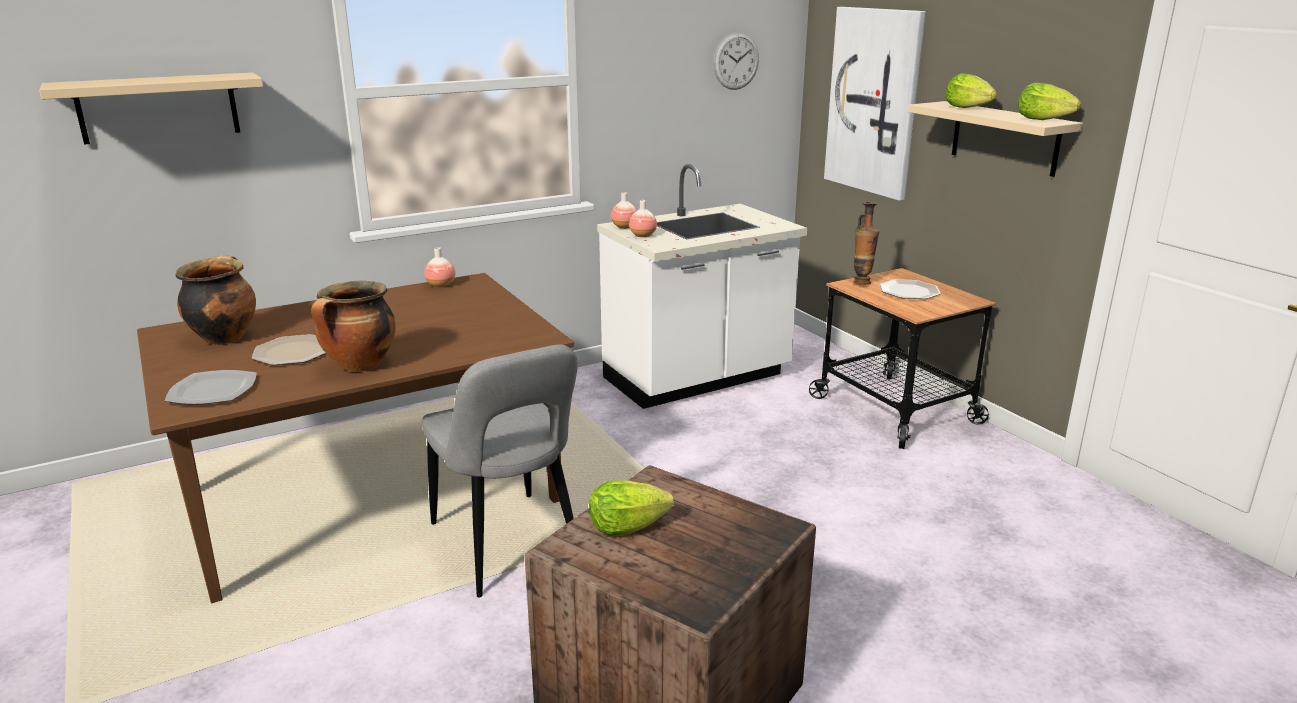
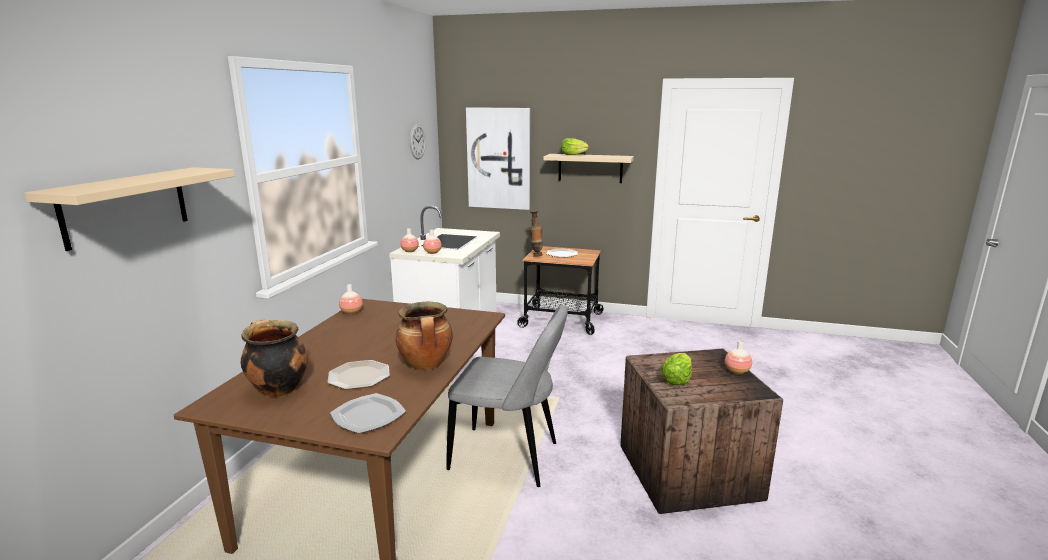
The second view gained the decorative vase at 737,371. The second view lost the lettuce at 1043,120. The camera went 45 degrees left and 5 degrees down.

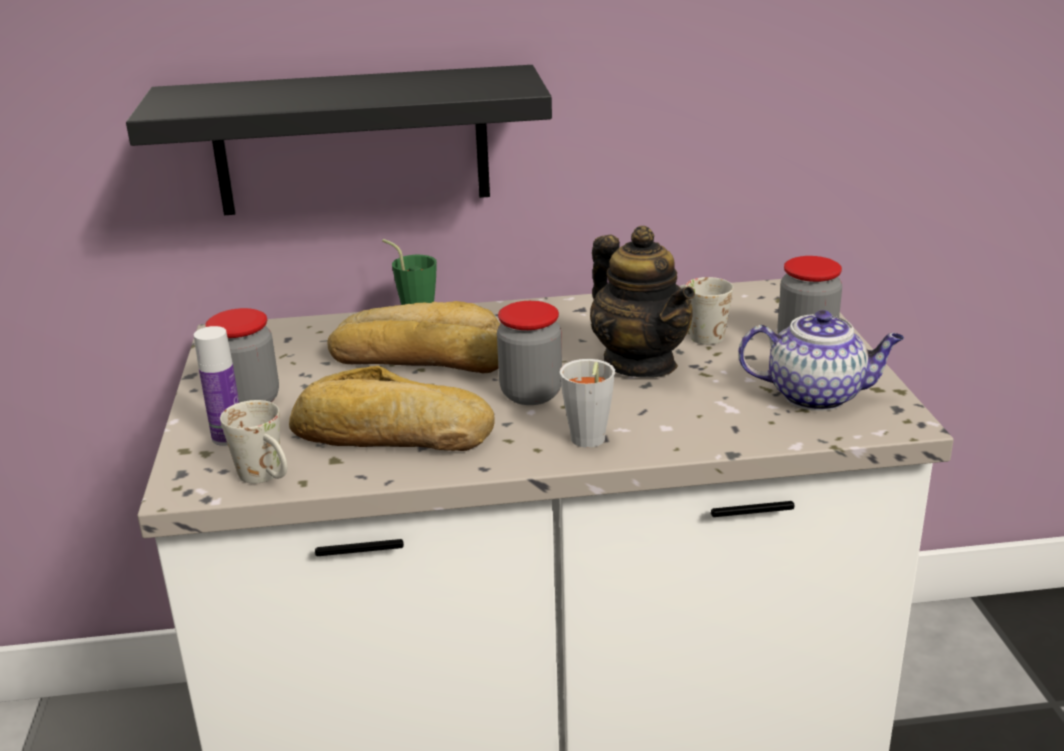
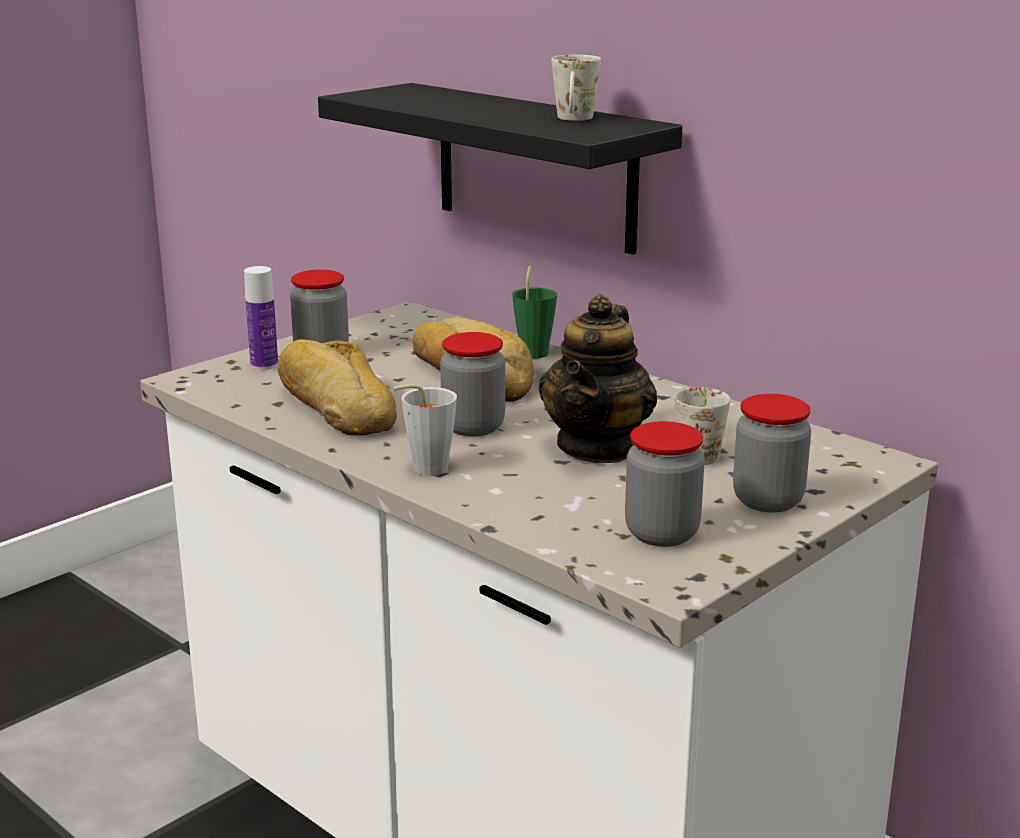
The whitish coffee mug ended up elsewhere, having gone from 267,478 to 574,120. Where the teapot stood at 817,395, the storage jar came to stand at 662,534. The camera went 50 degrees right and 5 degrees down.

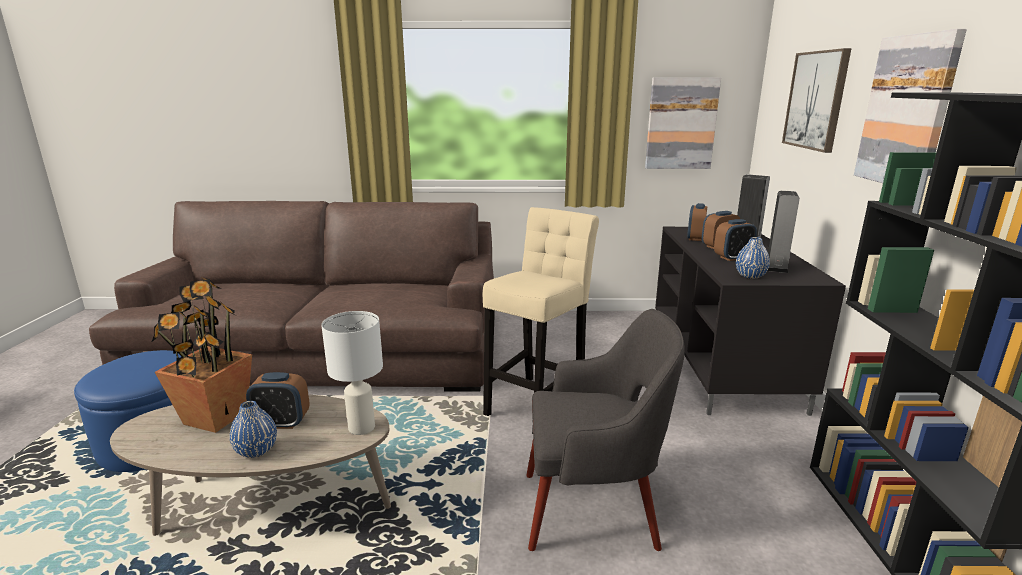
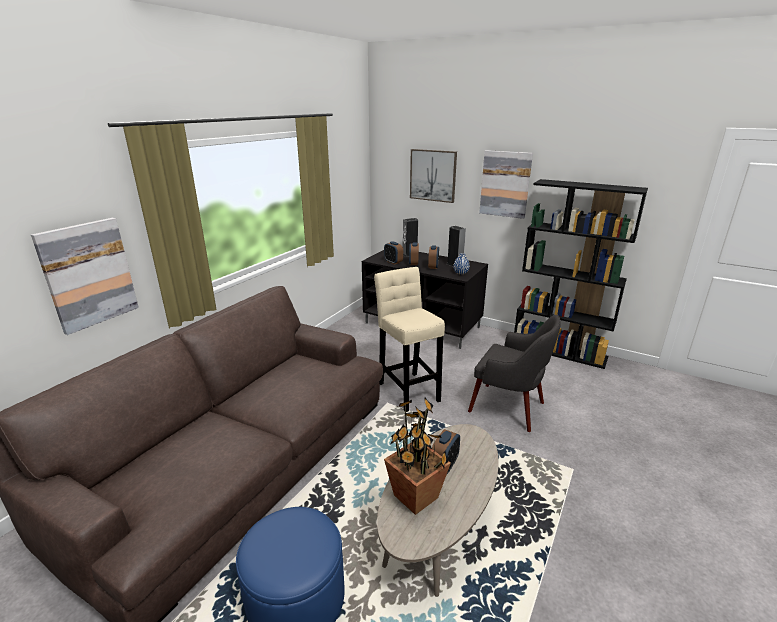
The picture ended up elsewhere, having gone from 681,123 to 88,274. The greyish lounge chair at 592,509 ended up facing another way, 90 degrees clockwise from before. The second view lost the bluish decorative vase at 256,450. The second view lost the whitish tabletop lamp at 362,428. The camera went 60 degrees left and 5 degrees up.

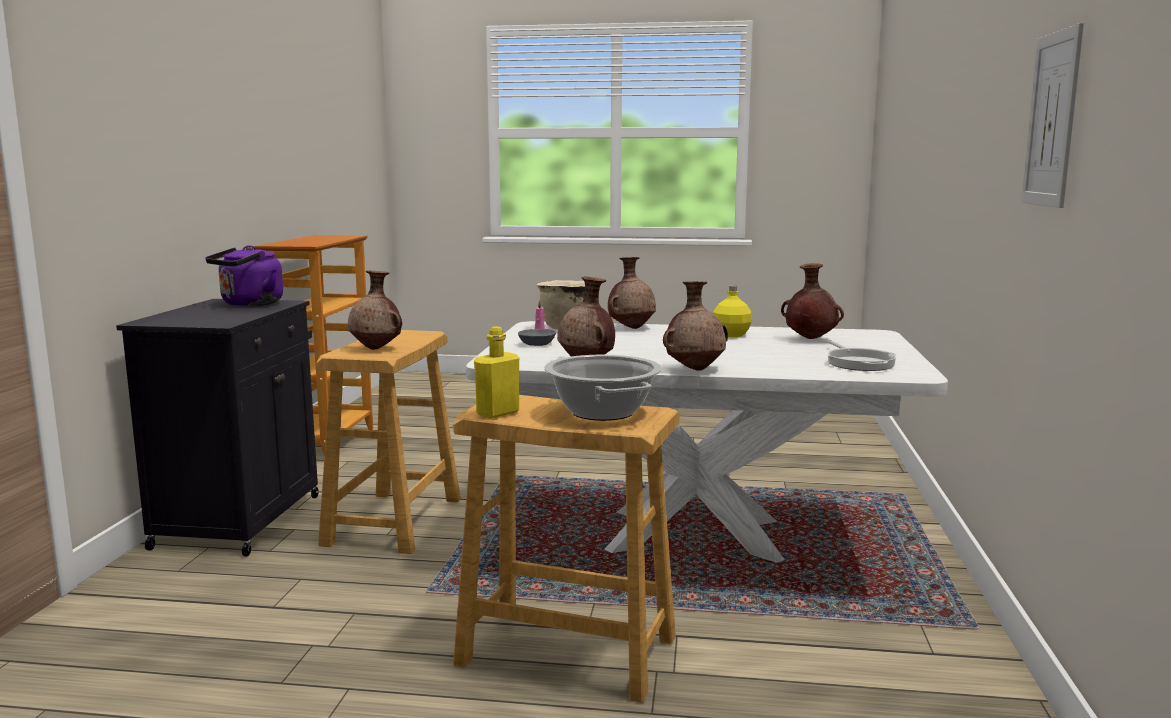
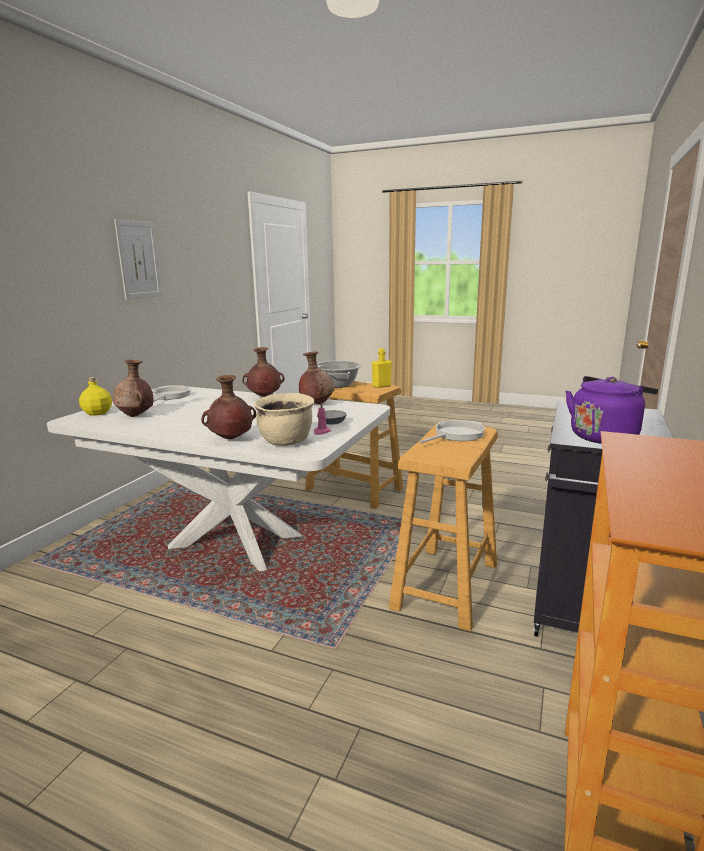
The yellow-coloured bottle ended up elsewhere, having gone from 730,335 to 98,413. Where the brown decorative vase stood at 376,348, the pan came to stand at 456,435. The camera went 165 degrees left and 5 degrees up.

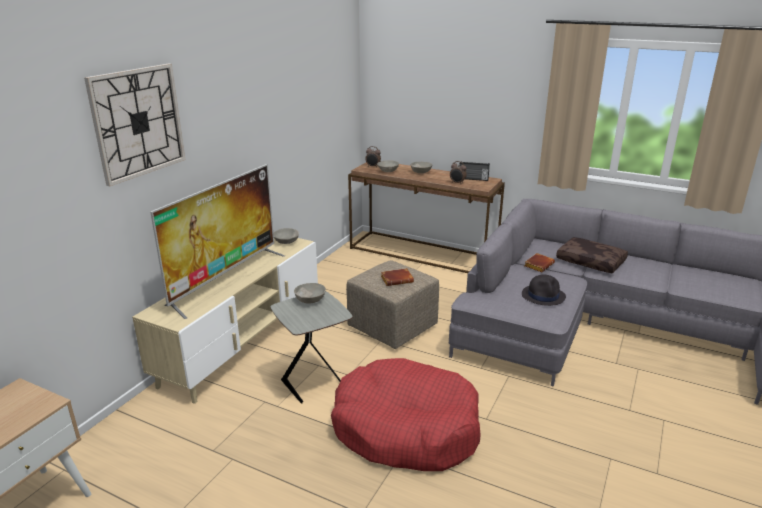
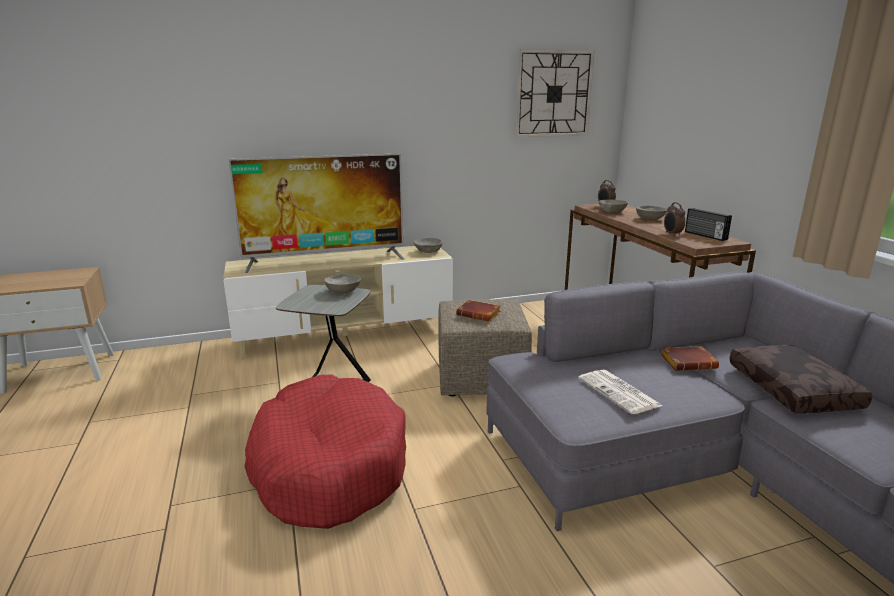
The wall clock ended up elsewhere, having gone from 138,122 to 553,94. Where the black-coloured clothing hat stood at 543,296, the daily paper came to stand at 620,392. The camera went 45 degrees right and 5 degrees down.

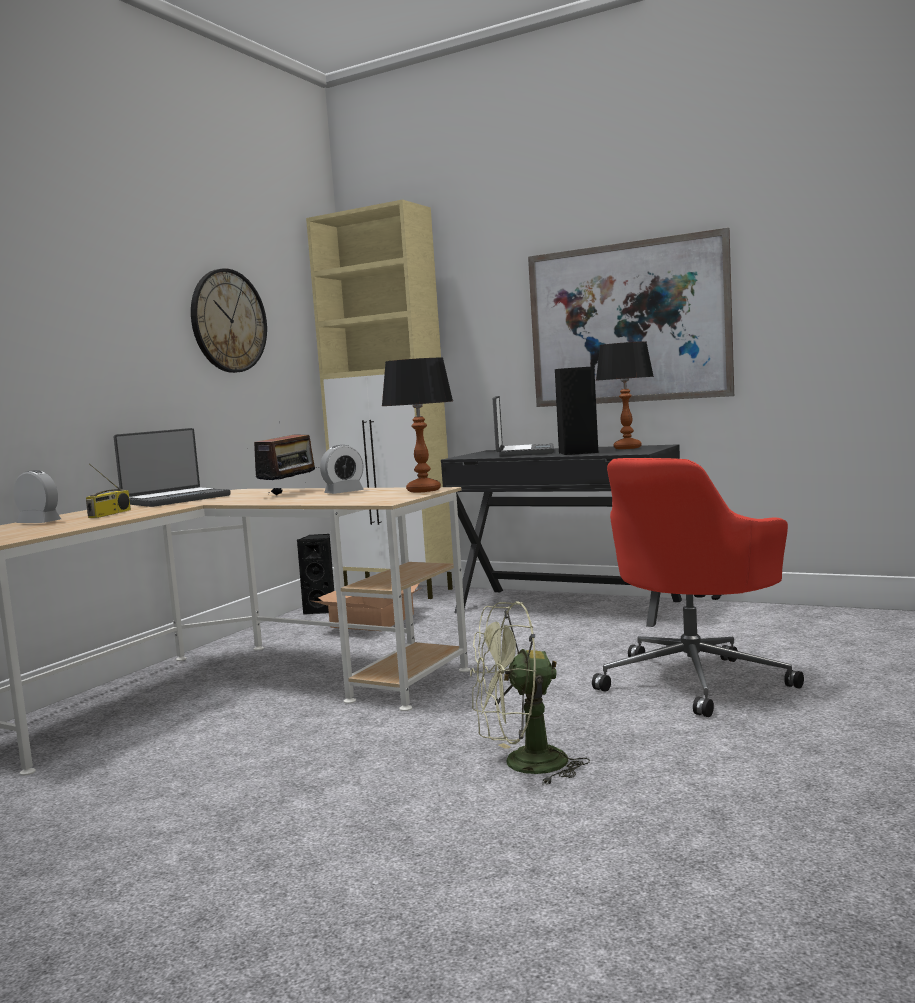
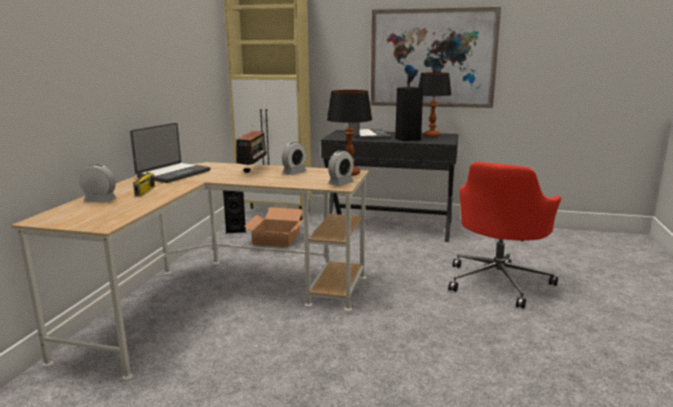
The second view gained the alarm clock at 341,183. The second view lost the wall clock at 228,321. The second view lost the green-coloured cooling fan at 523,766. The camera went 15 degrees left and 10 degrees up.

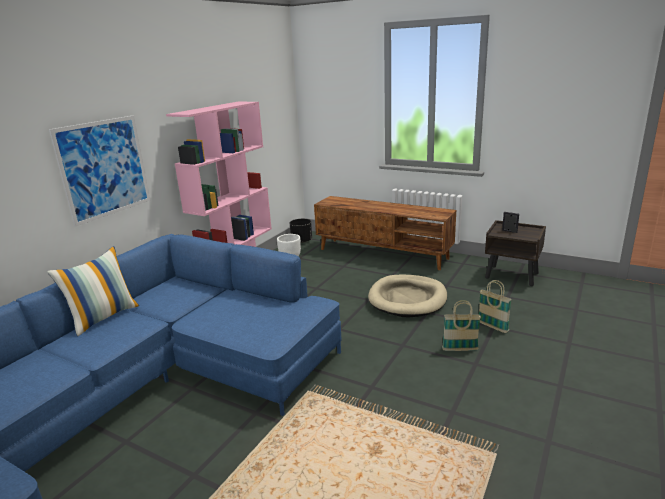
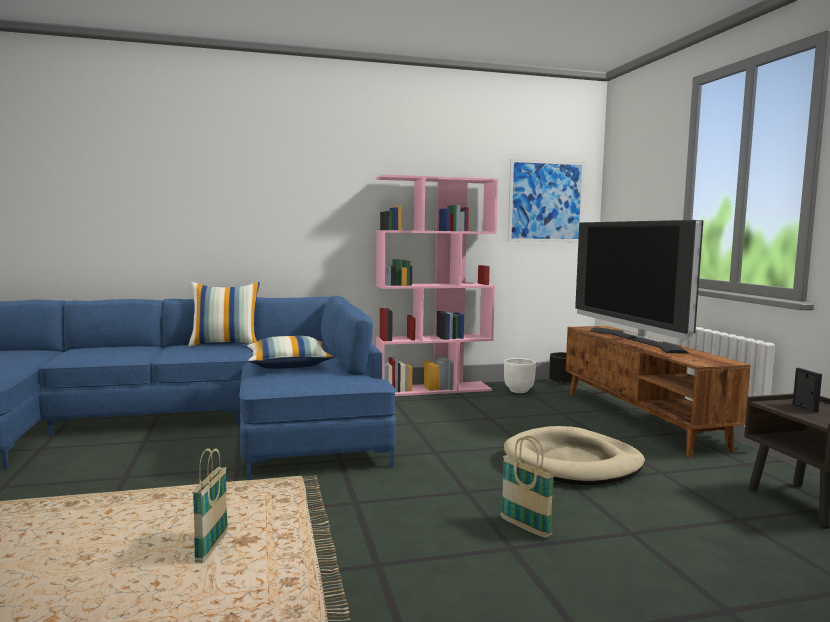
The household basket ended up elsewhere, having gone from 492,327 to 212,547. The second view gained the cushion at 288,365. The picture ended up elsewhere, having gone from 104,168 to 546,201. The second view gained the television at 635,340. The camera went 45 degrees right and 15 degrees down.

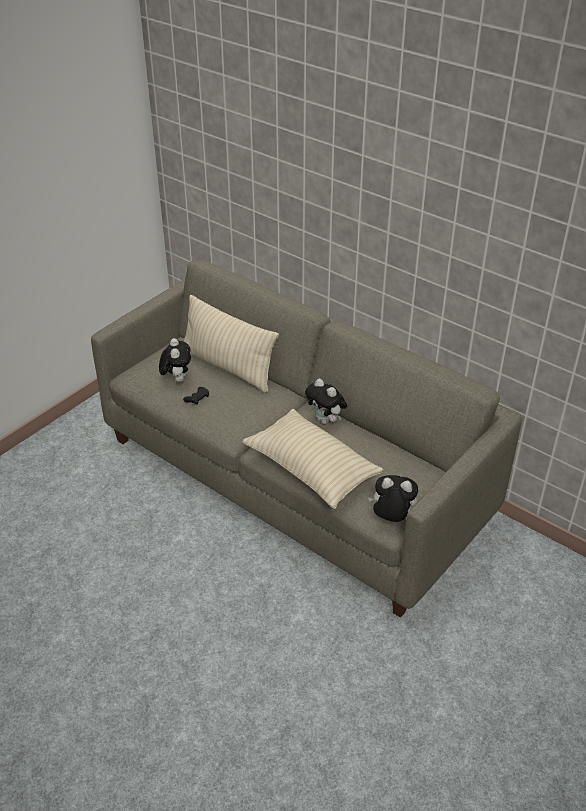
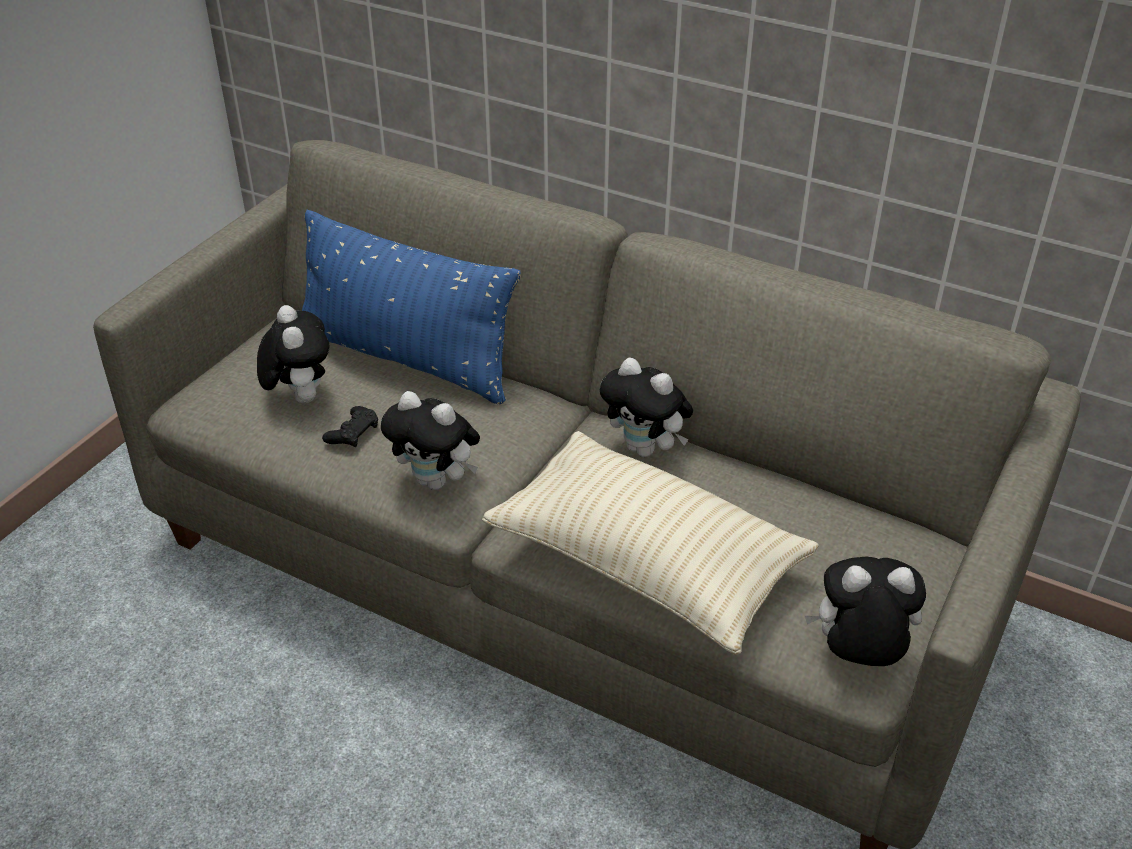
What was the sand-coloured cushion at 228,367 turned into the bluish cushion at 406,360. The second view gained the cuddly toy at 437,481. The camera went 10 degrees left and 0 degrees up.

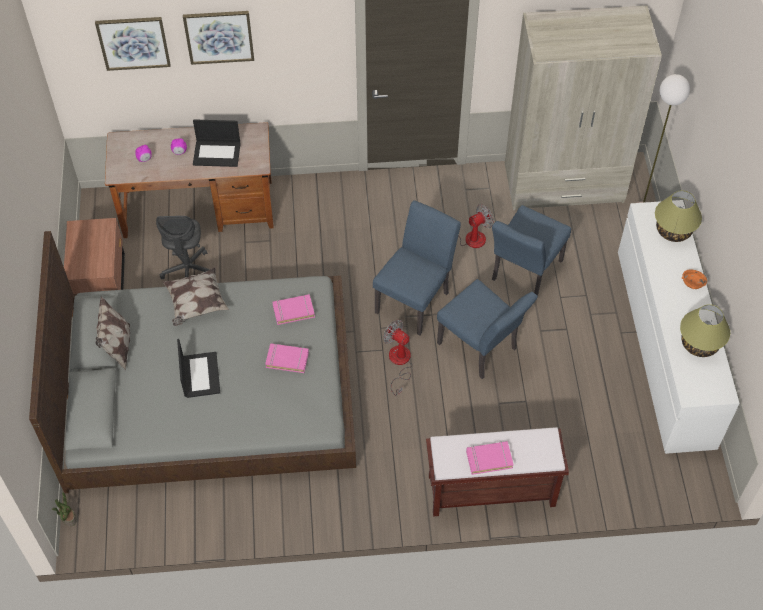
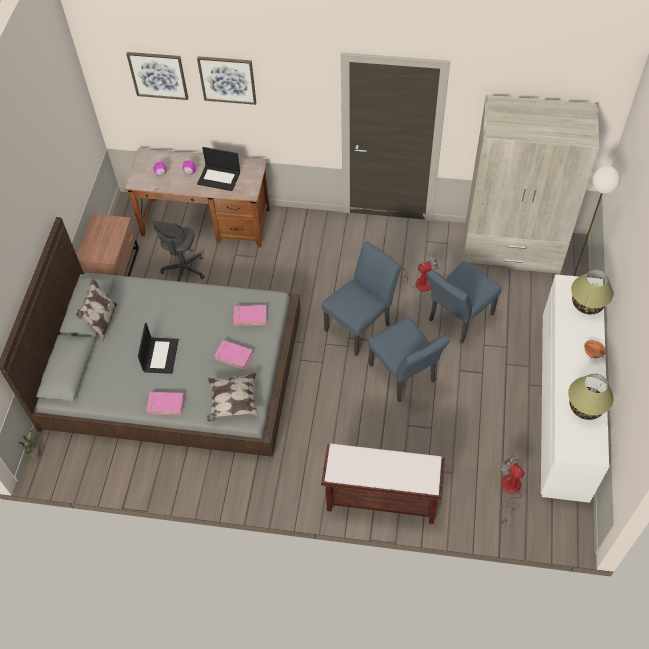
The pinkish bound book ended up elsewhere, having gone from 489,459 to 166,404. The cushion ended up elsewhere, having gone from 196,303 to 233,402. The cooling fan ended up elsewhere, having gone from 399,363 to 509,491. The camera went 15 degrees right and 0 degrees up.

